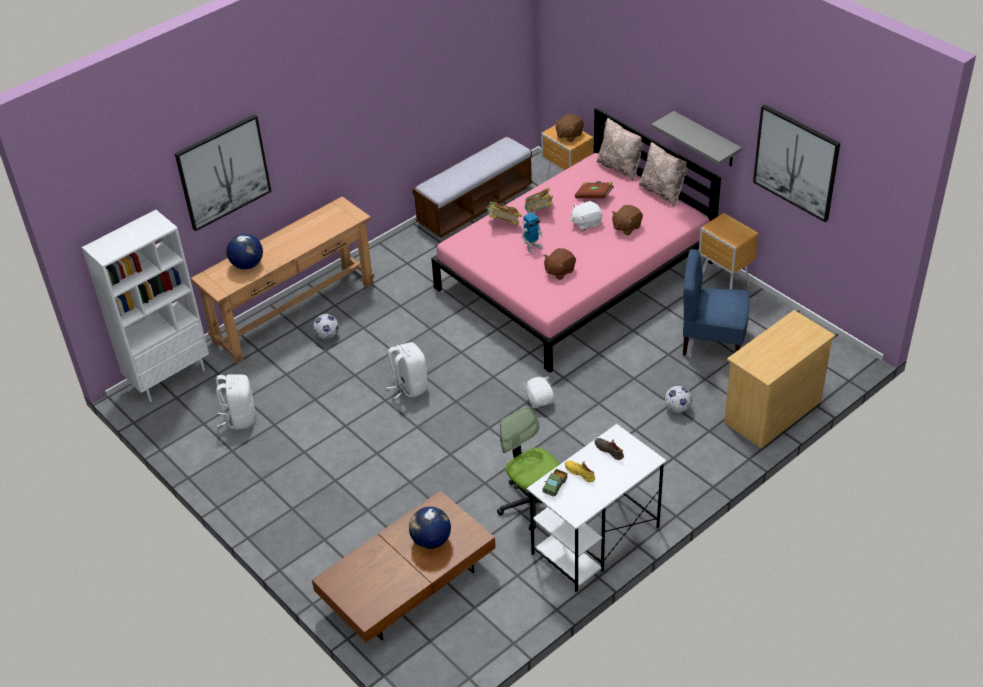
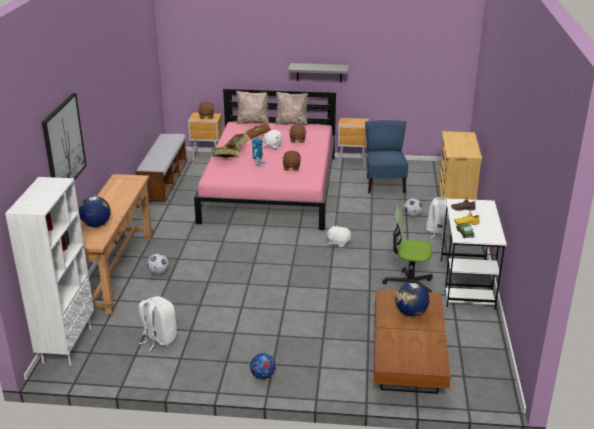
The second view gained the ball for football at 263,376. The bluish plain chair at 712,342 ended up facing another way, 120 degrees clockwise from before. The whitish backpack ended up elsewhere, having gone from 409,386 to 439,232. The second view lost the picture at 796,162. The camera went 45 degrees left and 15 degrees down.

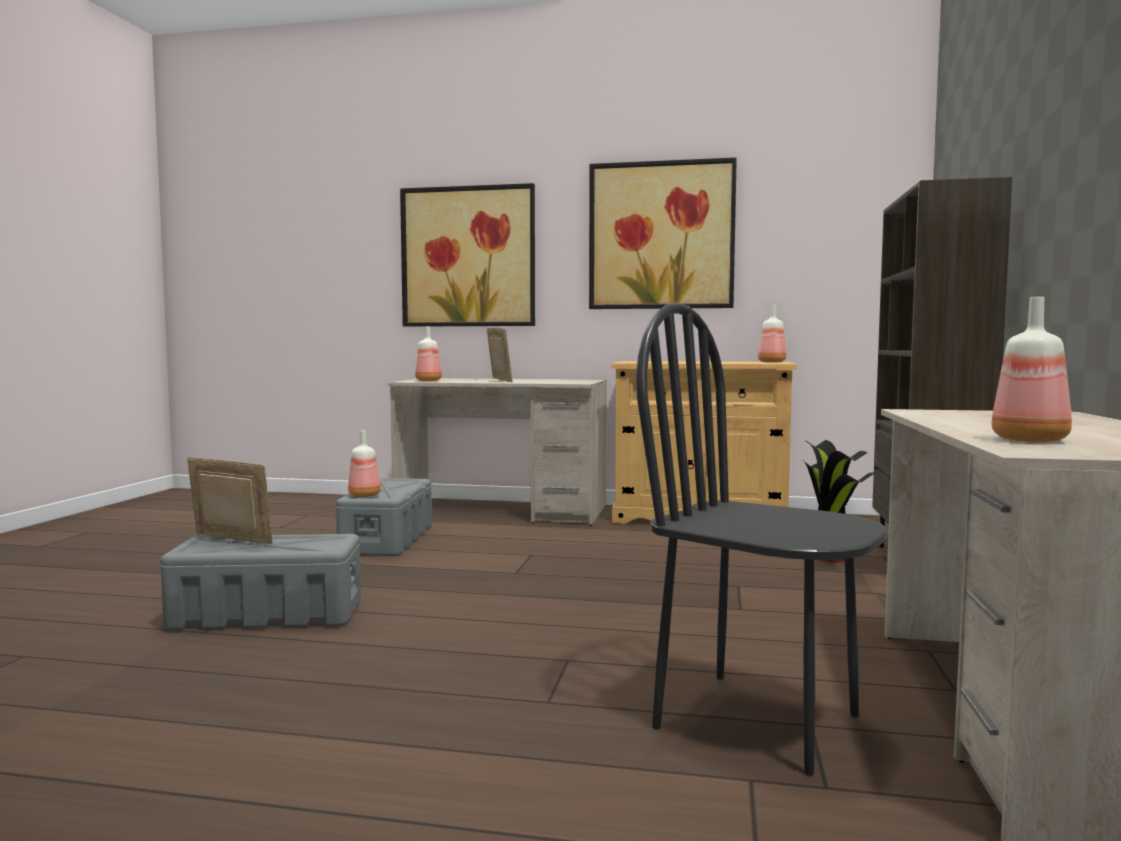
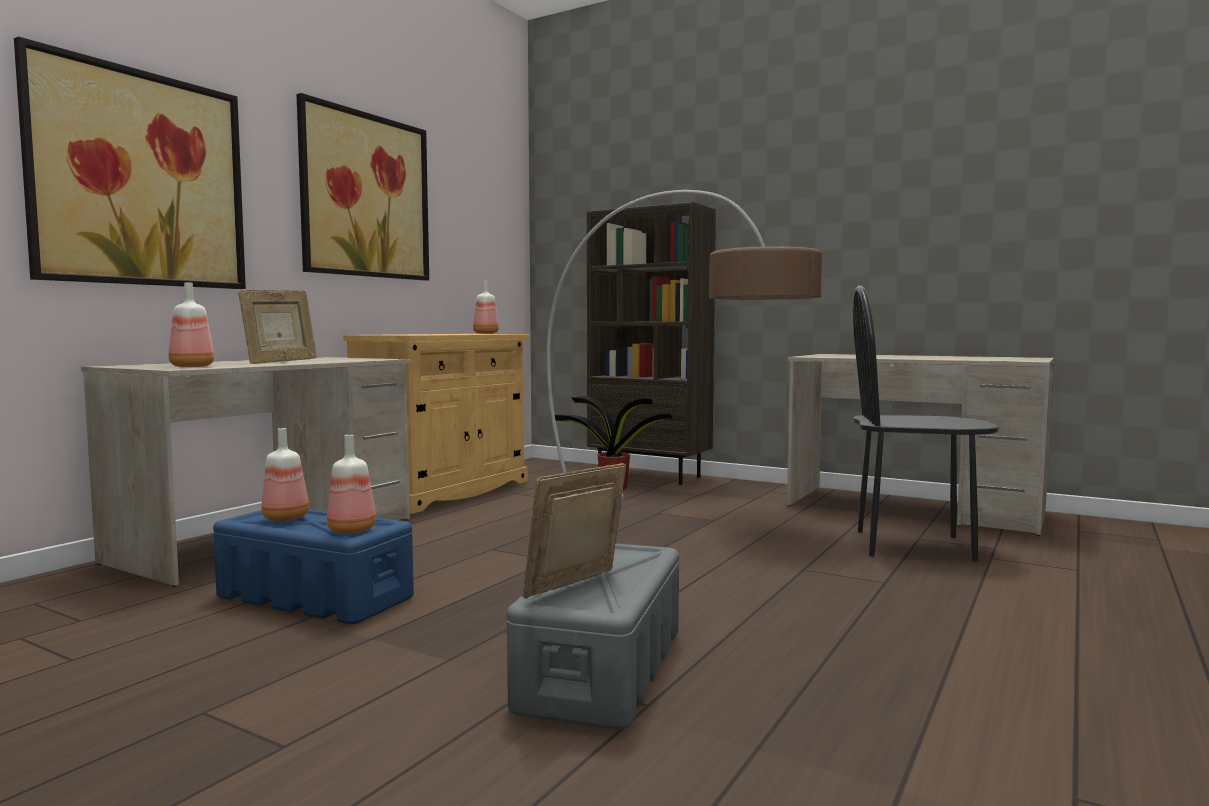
What was the greyish storage bin at 388,539 turned into the bluish storage bin at 314,597. The standing frame at 499,381 ended up facing another way, 120 degrees clockwise from before. The bottle ended up elsewhere, having gone from 1031,440 to 286,517. The second view gained the standing lamp at 682,514. The black-coloured plain chair at 757,720 ended up facing another way, 45 degrees clockwise from before. The camera went 70 degrees left and 0 degrees up.

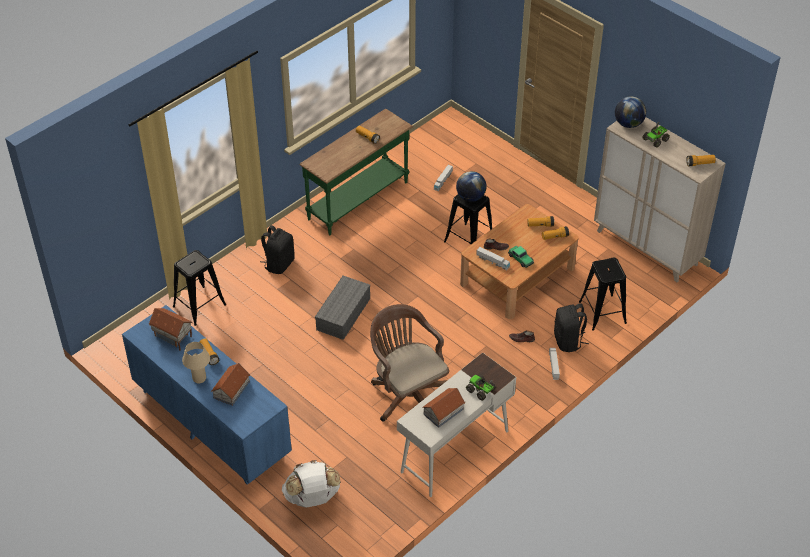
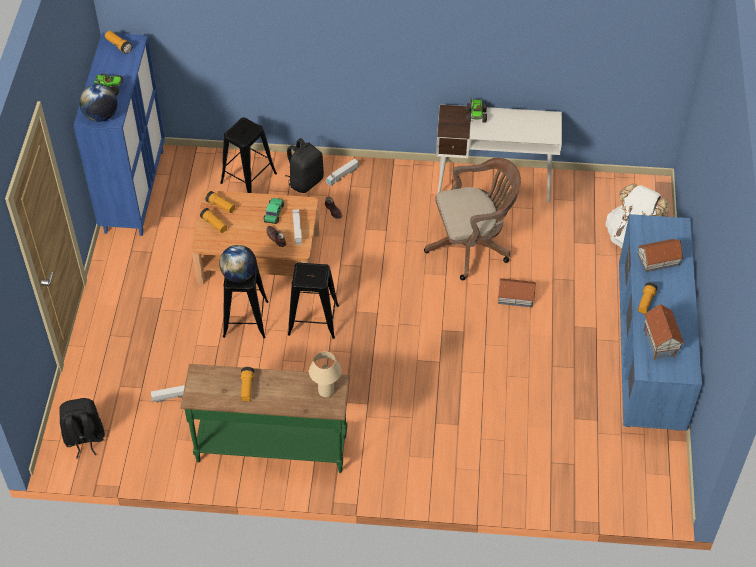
The black-coloured backpack ended up elsewhere, having gone from 279,264 to 84,438. What was the sand-coloured storage cabinet at 647,248 turned into the bluish storage cabinet at 134,191. The black-coloured stool seat ended up elsewhere, having gone from 199,305 to 313,320. The sand-coloured tabletop lamp ended up elsewhere, having gone from 199,378 to 326,391. The brown office chair at 407,394 ended up facing another way, 120 degrees counterclockwise from before. The model house ended up elsewhere, having gone from 443,411 to 516,297. The second view lost the greyish storage bin at 343,315. The camera went 130 degrees left and 5 degrees up.

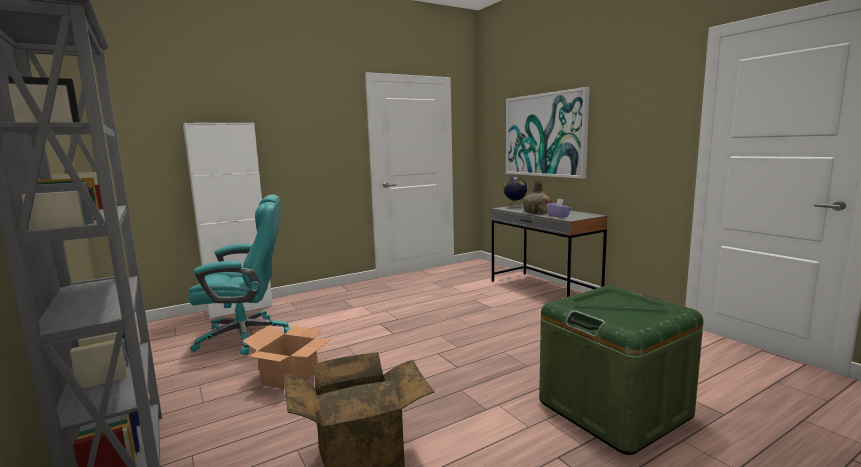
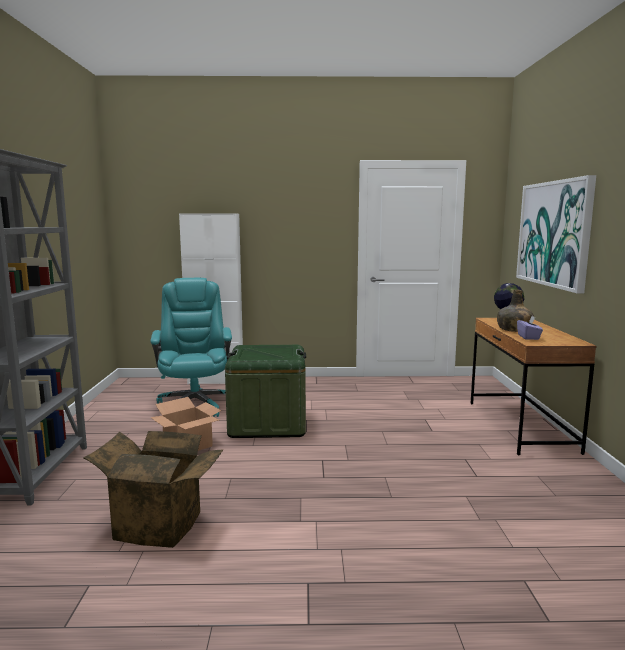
The blue-green office chair at 246,336 ended up facing another way, 120 degrees counterclockwise from before. The green-coloured storage bin ended up elsewhere, having gone from 613,409 to 268,423. What was the greyish desk at 543,290 turned into the brown desk at 520,426. The camera went 30 degrees right and 0 degrees up.

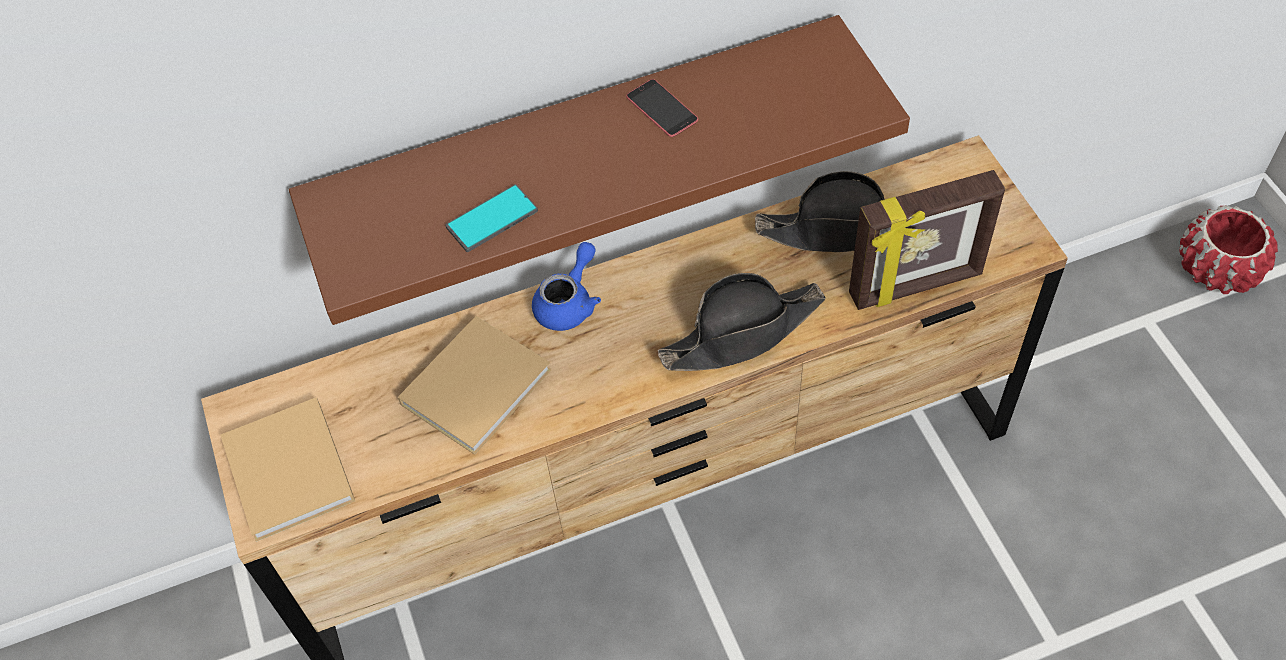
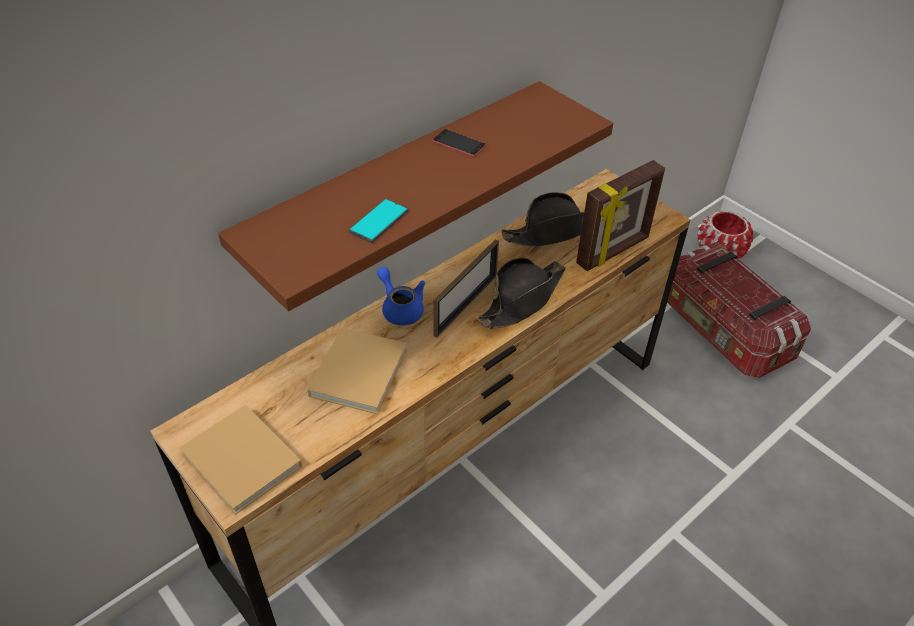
The bluish teapot at 569,303 ended up facing another way, 45 degrees counterclockwise from before. The second view gained the standing frame at 466,305. The second view gained the storage bin at 722,331. The camera went 25 degrees left and 10 degrees down.

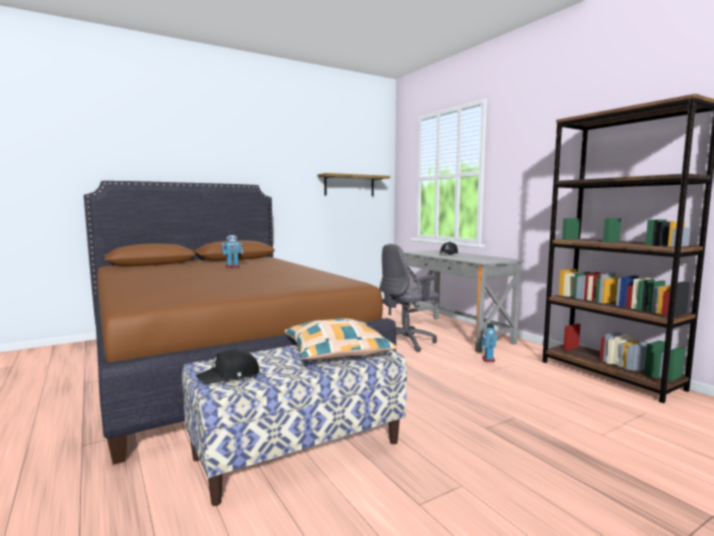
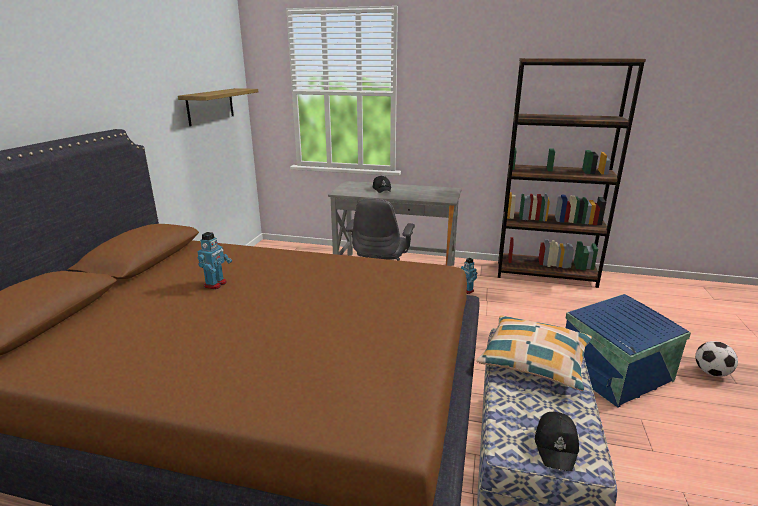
The second view gained the bluish storage bin at 617,373. The second view gained the ball for football at 711,372. The camera went 45 degrees left and 15 degrees up.

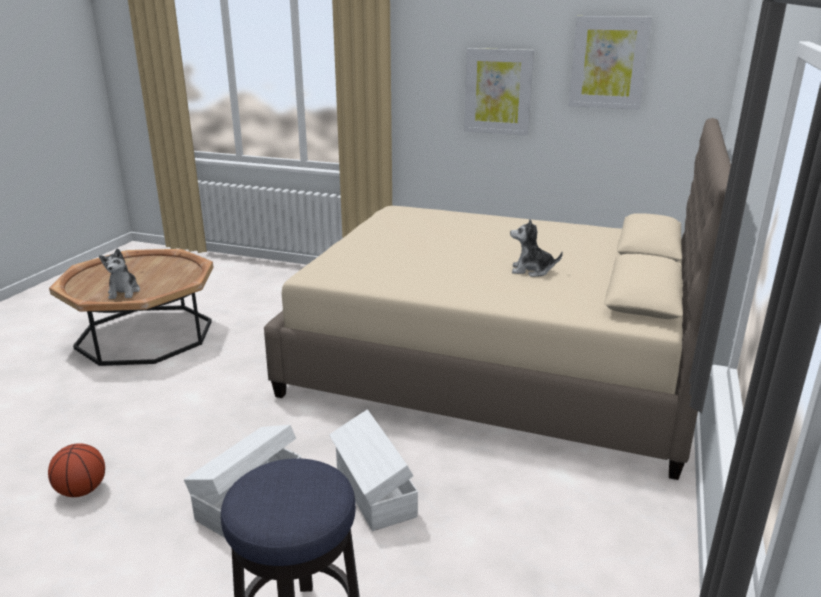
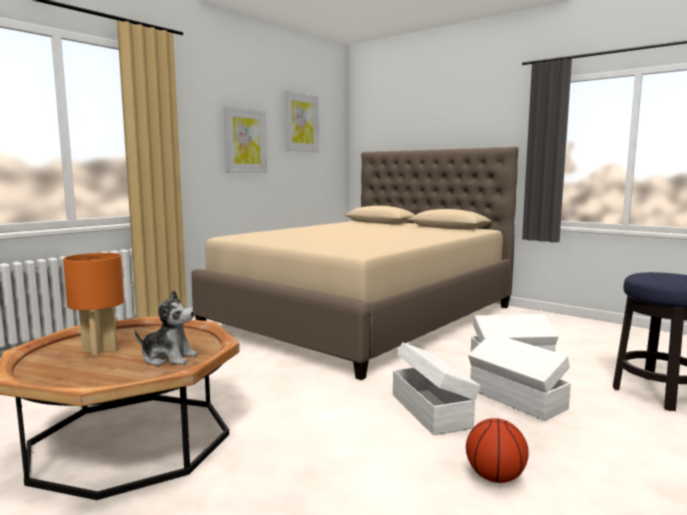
The second view gained the orangey tabletop lamp at 100,350. The second view gained the whitish storage bin at 431,410. The second view lost the cuddly toy at 531,270. The camera went 70 degrees left and 15 degrees down.

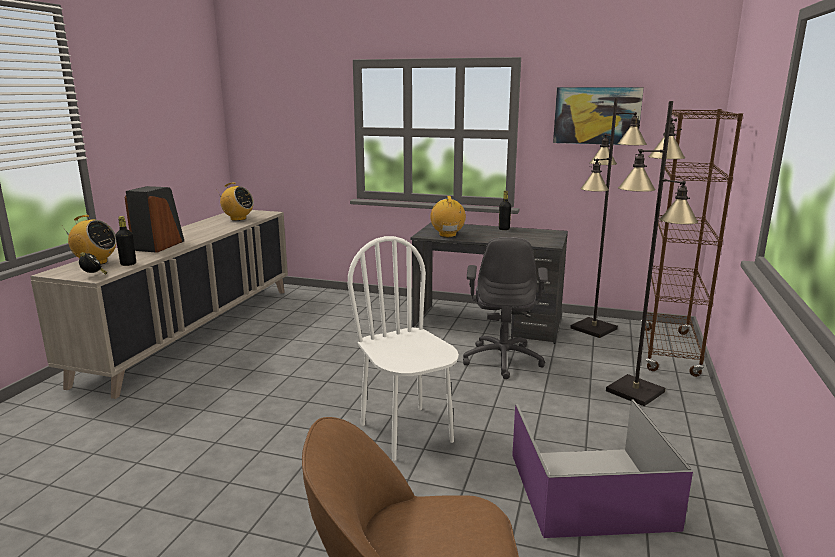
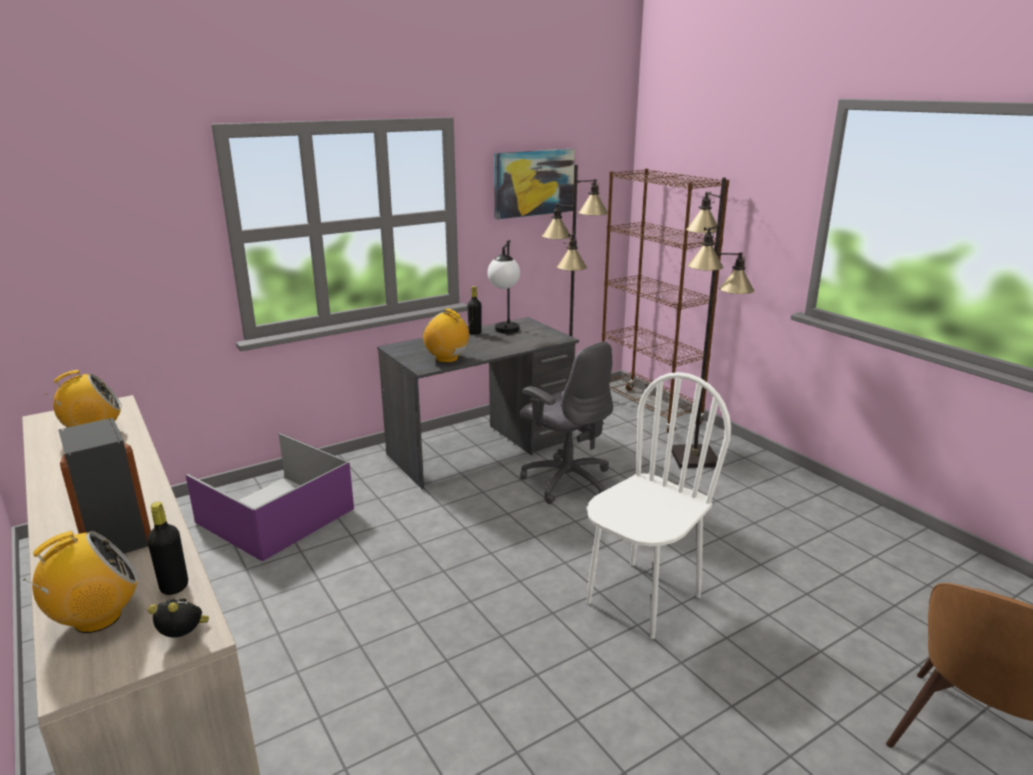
The purple storage bin ended up elsewhere, having gone from 591,489 to 277,514. The second view gained the tabletop lamp at 505,333. The whitish plain chair at 407,432 ended up facing another way, 120 degrees clockwise from before. The camera went 50 degrees left and 5 degrees up.

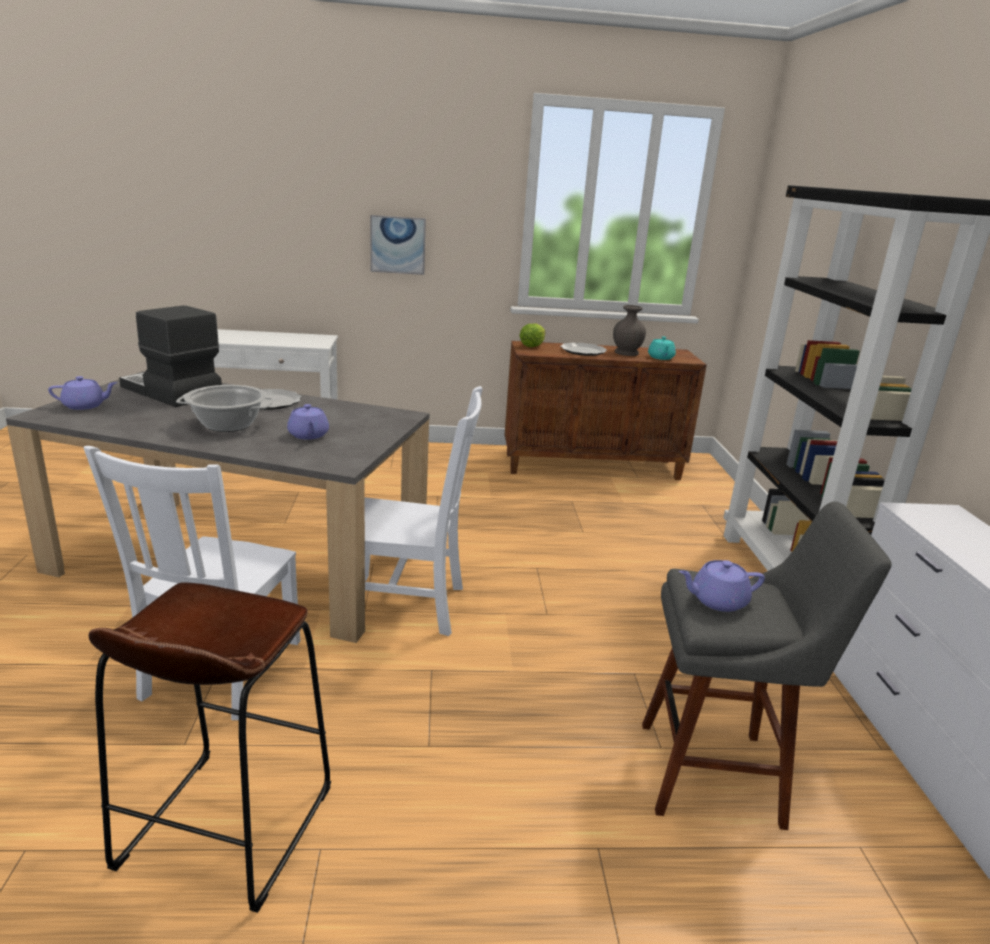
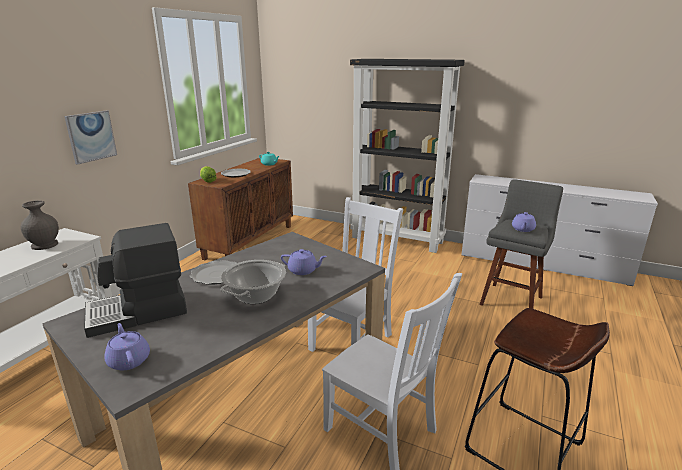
The greyish decorative vase ended up elsewhere, having gone from 627,353 to 45,245. The purple teapot at 85,406 ended up facing another way, 45 degrees counterclockwise from before. The camera went 60 degrees left and 0 degrees up.

